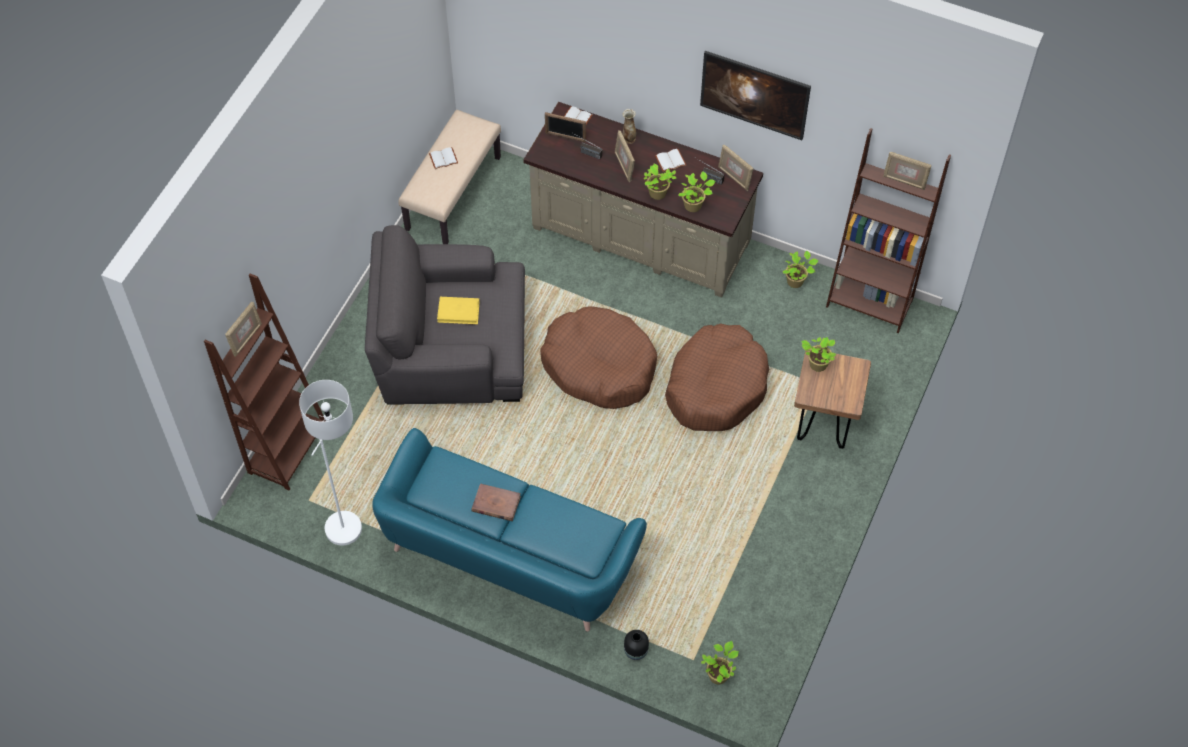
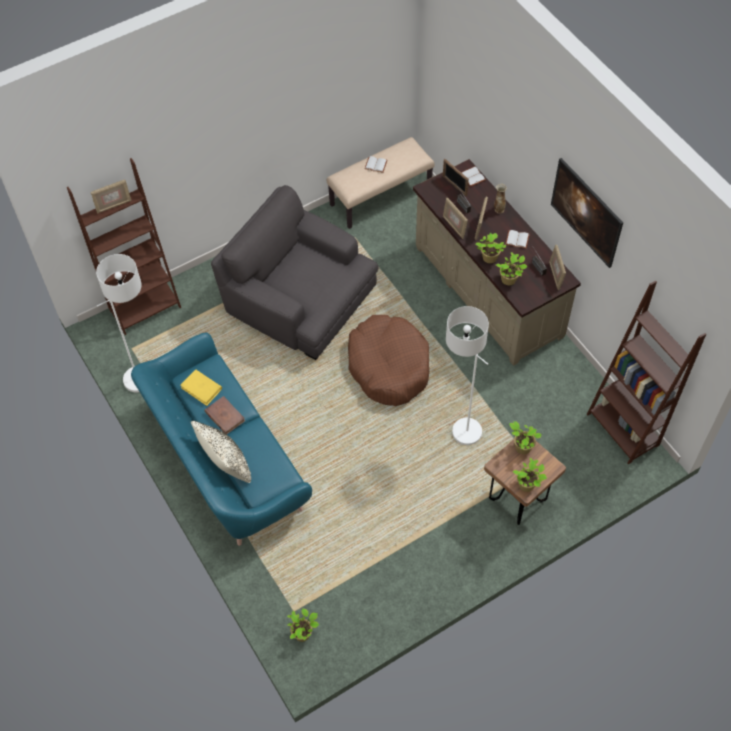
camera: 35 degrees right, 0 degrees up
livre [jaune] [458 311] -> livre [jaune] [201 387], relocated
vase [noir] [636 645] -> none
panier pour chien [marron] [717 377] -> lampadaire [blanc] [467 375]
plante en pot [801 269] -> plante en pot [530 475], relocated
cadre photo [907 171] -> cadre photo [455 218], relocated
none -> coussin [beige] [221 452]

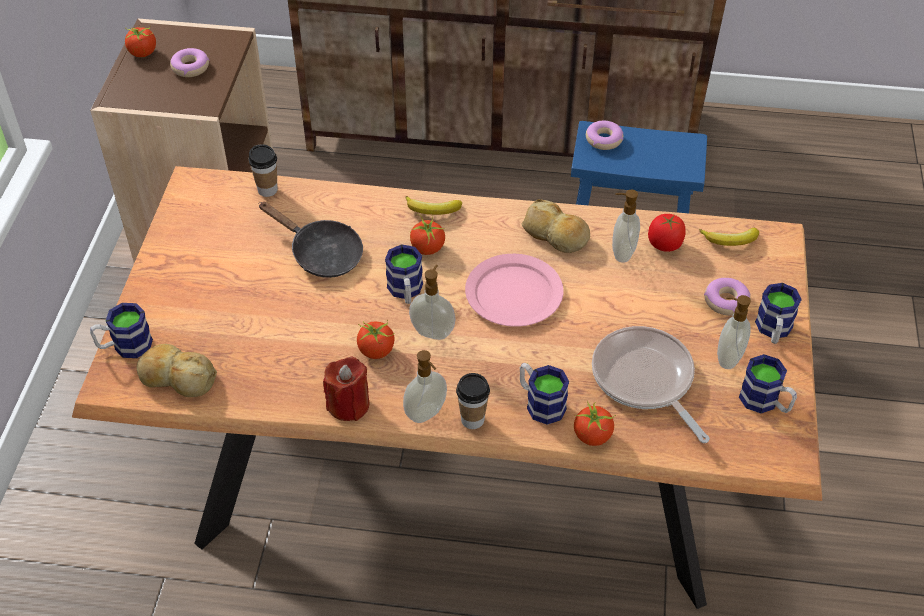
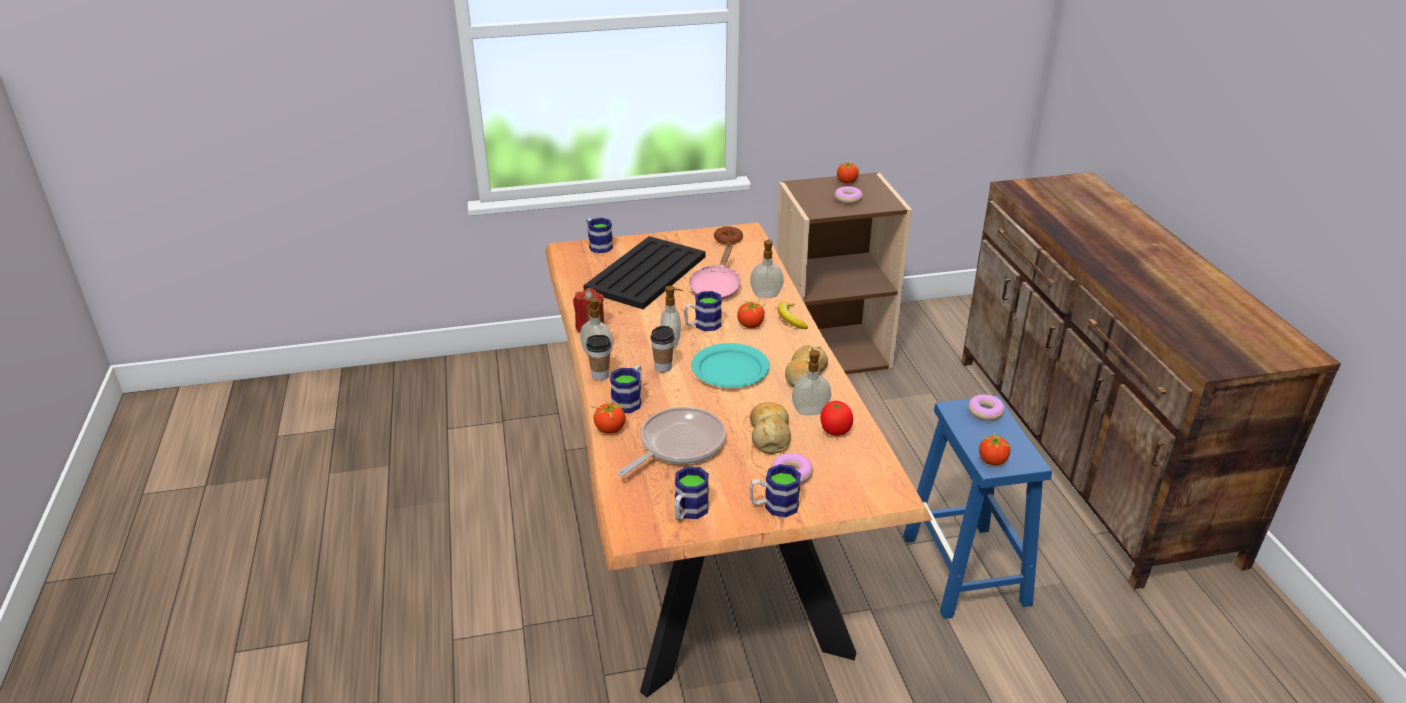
camera: 70 degrees right, 15 degrees down
pain [177 370] -> pain [770 428], relocated
tasse [263 170] -> tasse [662 349], relocated
poêle [noir] [310 240] -> poêle [rose] [715 272]
tomate [376 339] -> tomate [996 449], relocated
assiette [rose] [514 290] -> assiette [turquoise] [730 365]
banane [729 237] -> none
distributeur de savon [734 332] -> distributeur de savon [767 268], relocated
none -> plateau [noir] [644 272]
none -> beignet [728 235]

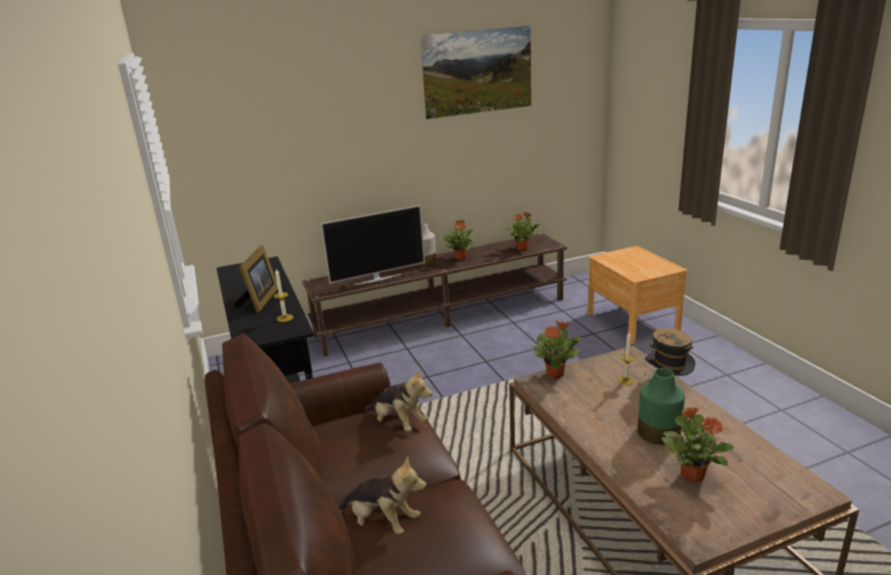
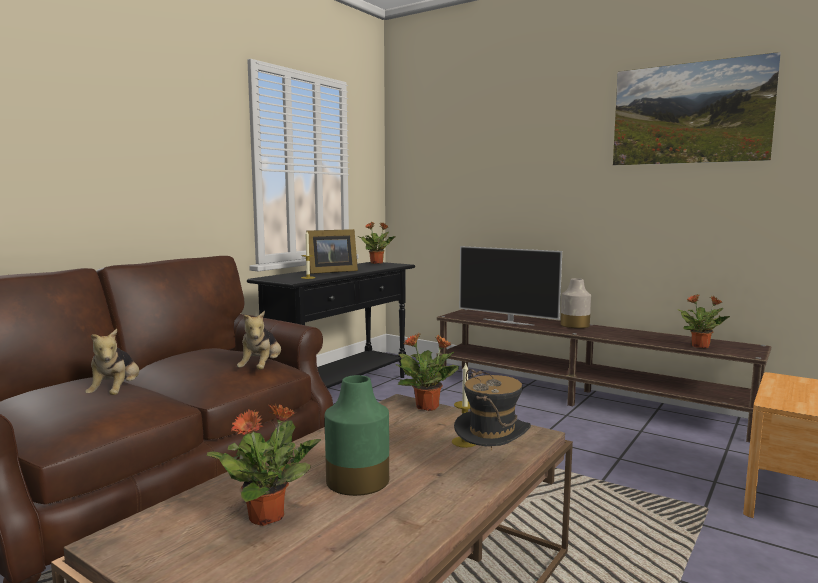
camera: 55 degrees right, 15 degrees down
plante en pot [459 240] -> plante en pot [377 243], relocated

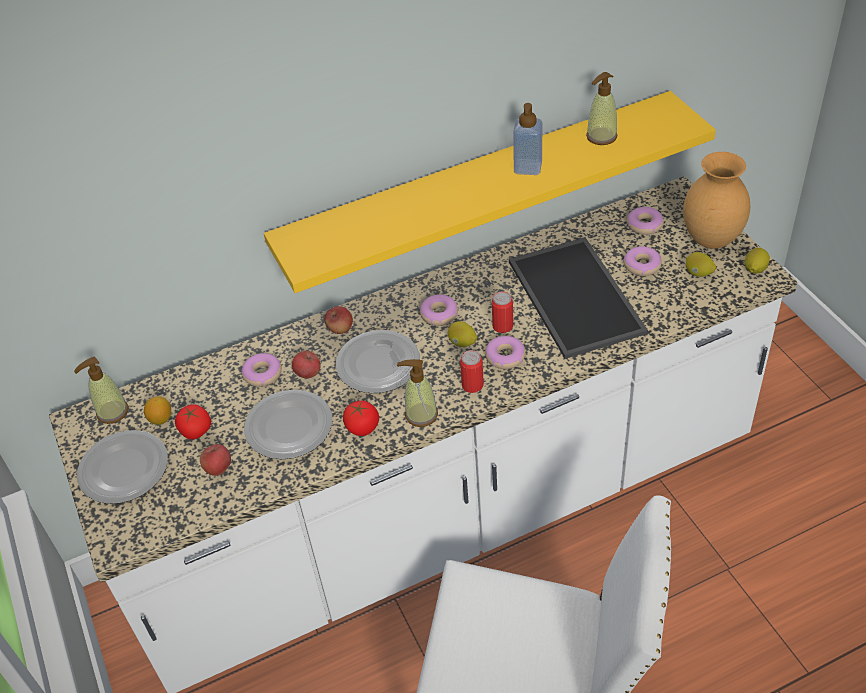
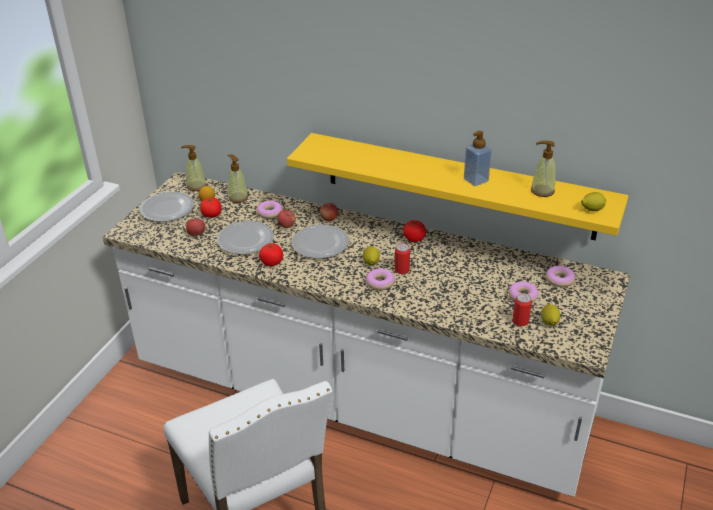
camera: 45 degrees right, 10 degrees down
distributeur de savon [417 393] -> distributeur de savon [238 178], relocated
beignet [439 310] -> none
boîte métallique [472 371] -> boîte métallique [522 309], relocated
plateau [578 298] -> none
vase [marron] [716 200] -> none
citron [757 261] -> citron [593 201], relocated
none -> tomate [414 231]

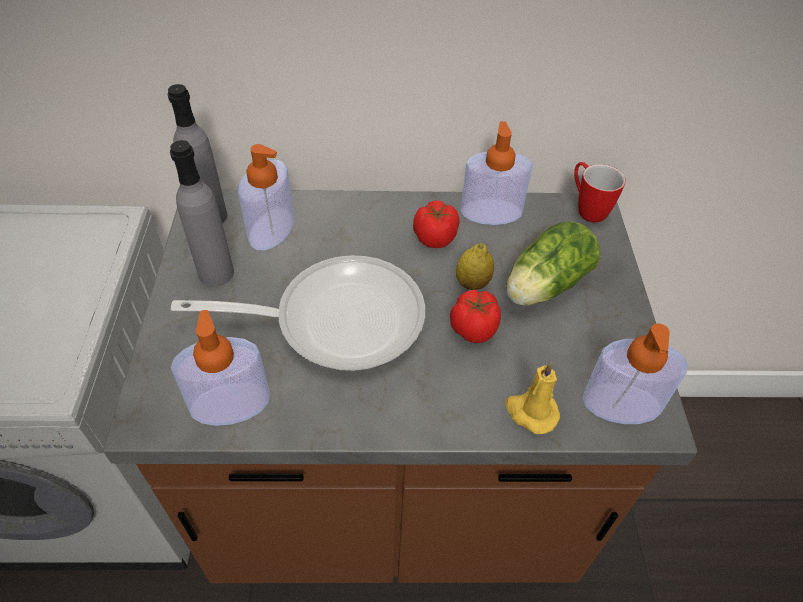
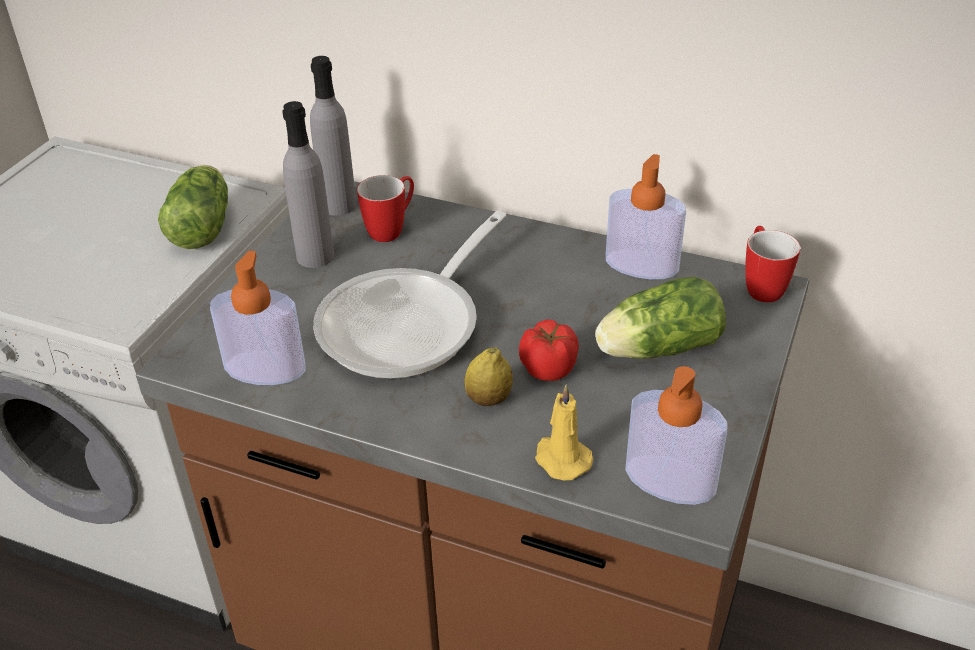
camera: 25 degrees right, 10 degrees down
poêle [298 313] -> poêle [410 294], 105 degrees clockwise
distributeur de savon [266 197] -> mug [385 208]
tomate [436 224] -> none
citron [475 266] -> citron [489 376], relocated
none -> laitue [193 207]

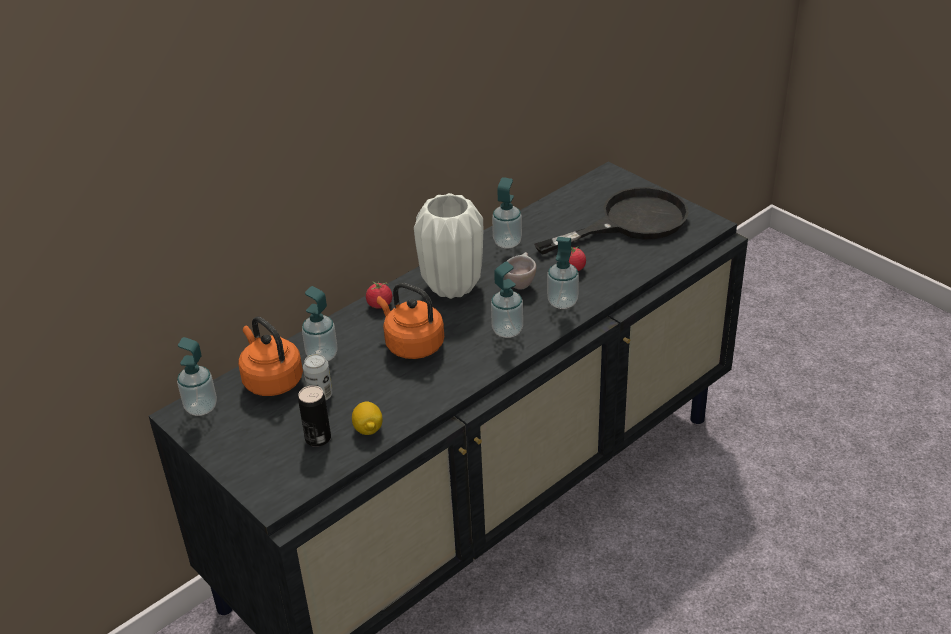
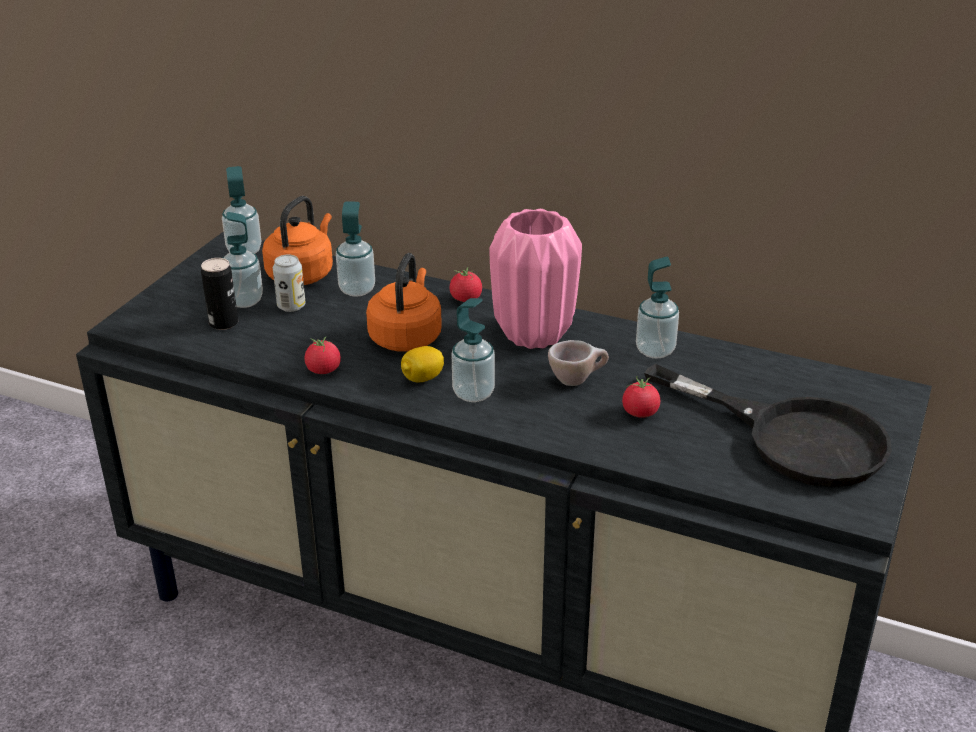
camera: 65 degrees right, 5 degrees down
citron [367 418] -> citron [422 364], relocated
vase [blanc] [448 246] -> vase [rose] [535 279]
distributeur de savon [563 273] -> distributeur de savon [243 260], relocated
none -> tomate [322 355]

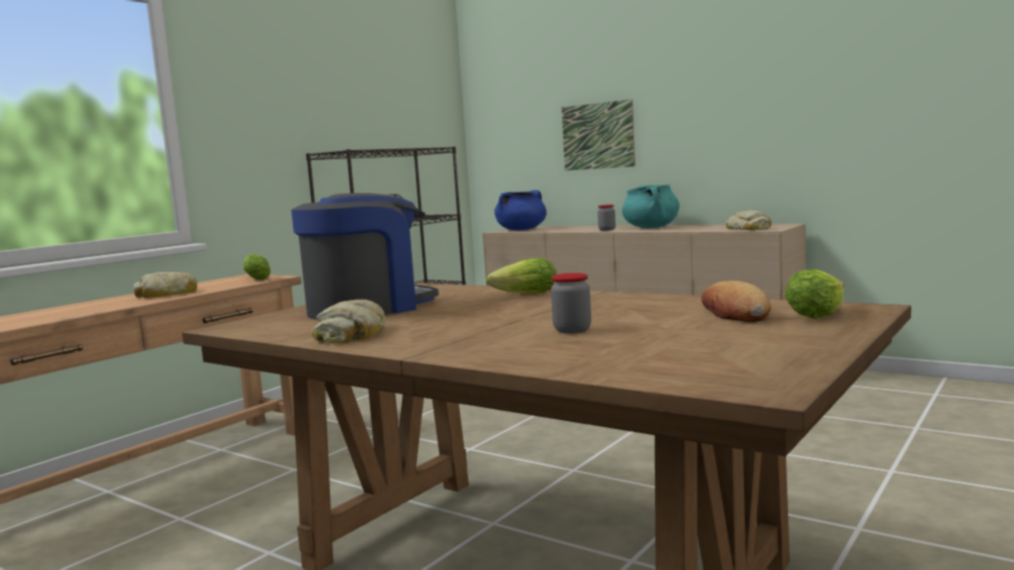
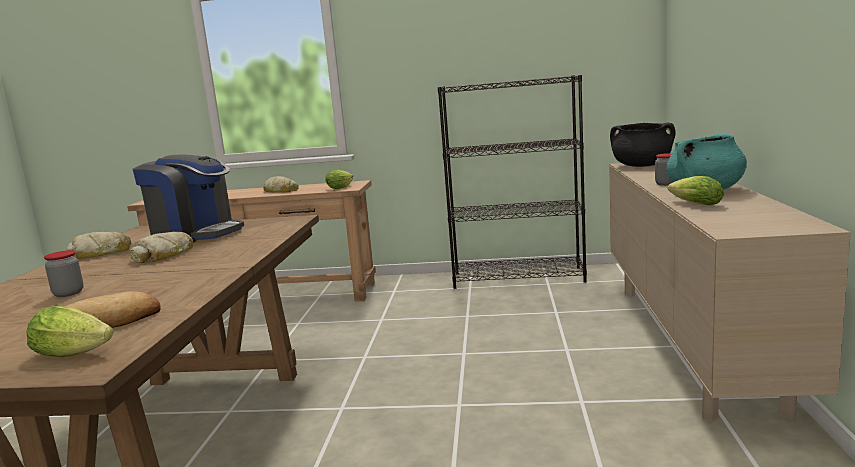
camera: 60 degrees right, 5 degrees up
laitue [521 275] -> laitue [696 190], relocated
marmite [bleu] [520 210] -> marmite [noir] [643 144]
tableau [598 135] -> none
pain [748 220] -> pain [161 247], relocated

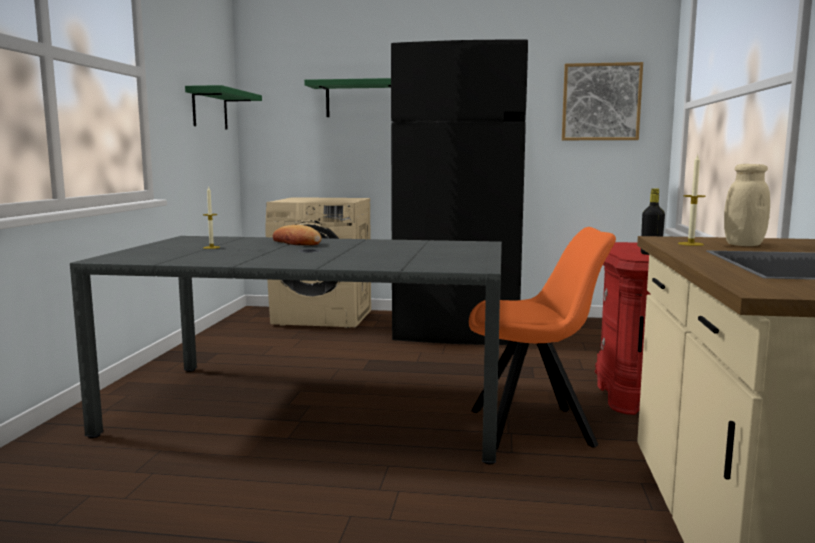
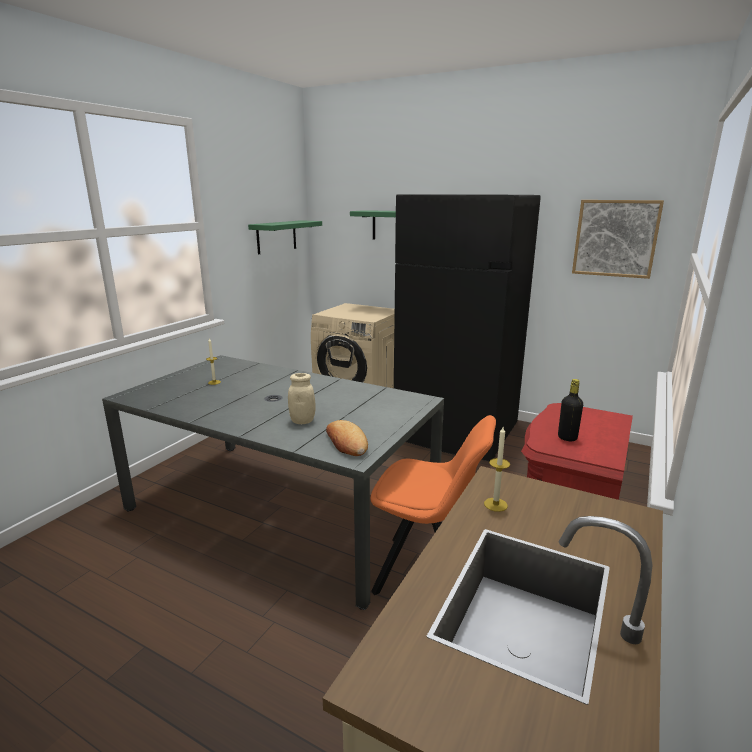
camera: 20 degrees right, 10 degrees up
pain [297 235] -> pain [347 438], relocated
bocal [beige] [747 205] -> bocal [beige] [302 398], relocated

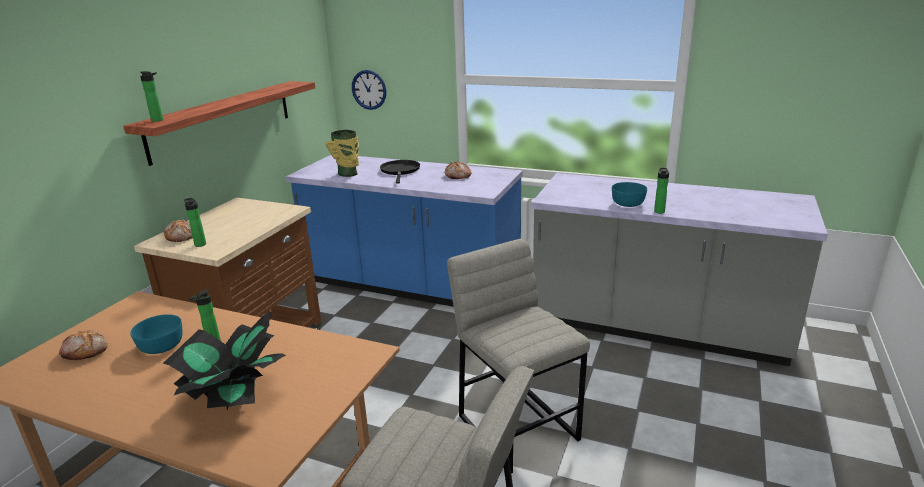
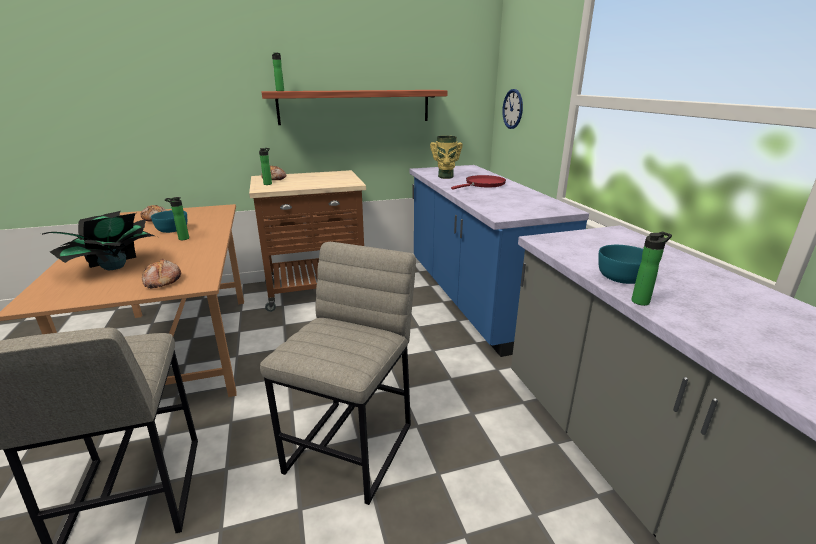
camera: 50 degrees right, 0 degrees up
poêle [noir] [400 172] -> poêle [rouge] [478 182]
pain [458 170] -> pain [161 274], relocated

